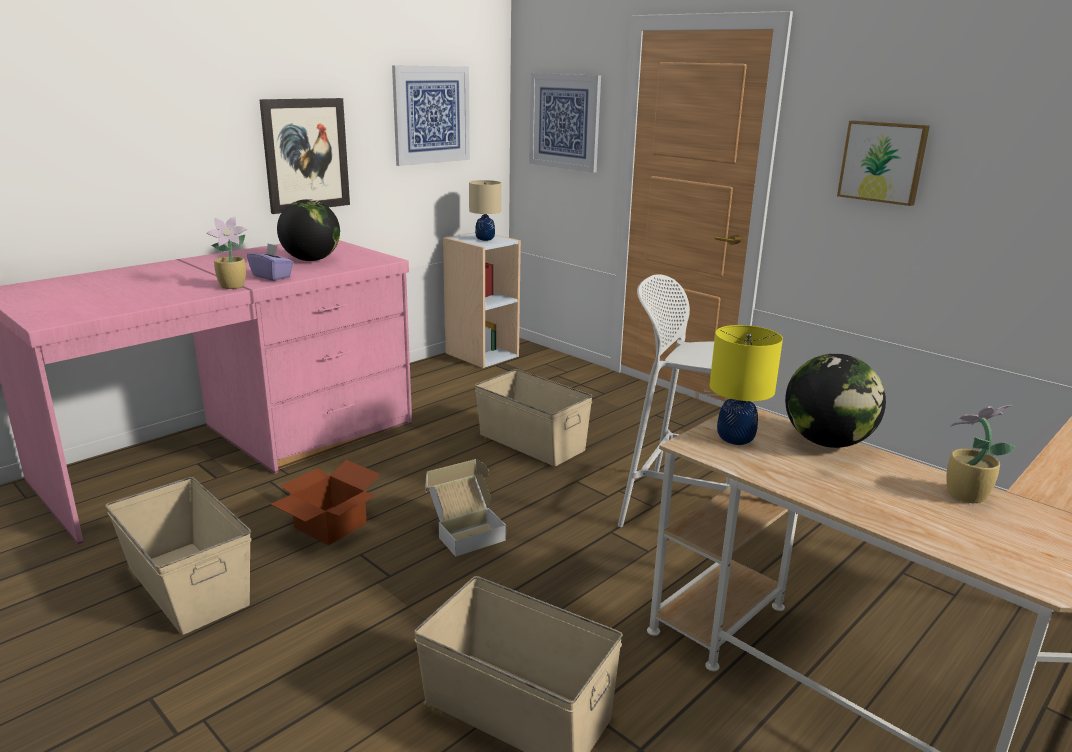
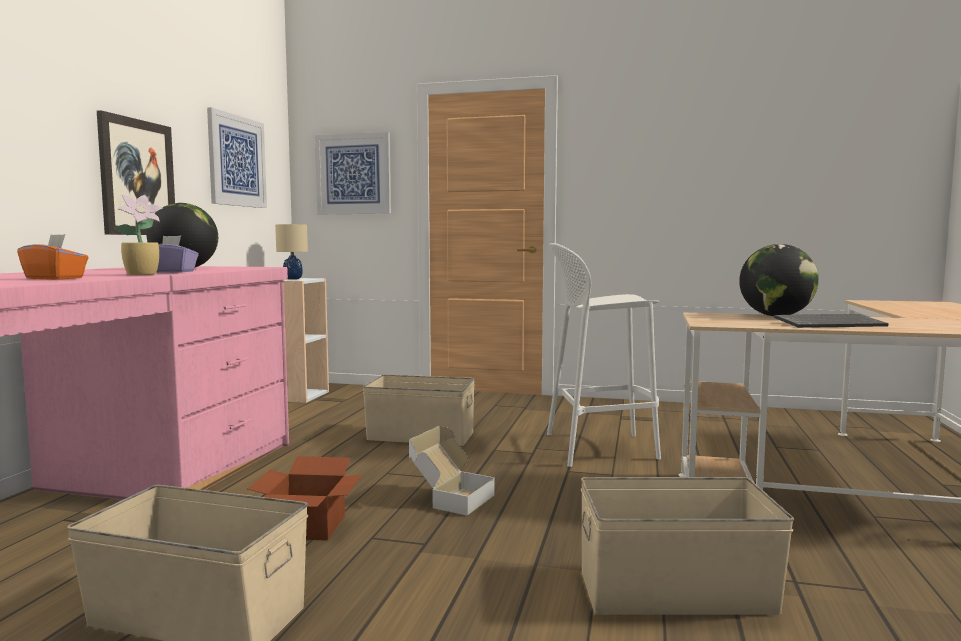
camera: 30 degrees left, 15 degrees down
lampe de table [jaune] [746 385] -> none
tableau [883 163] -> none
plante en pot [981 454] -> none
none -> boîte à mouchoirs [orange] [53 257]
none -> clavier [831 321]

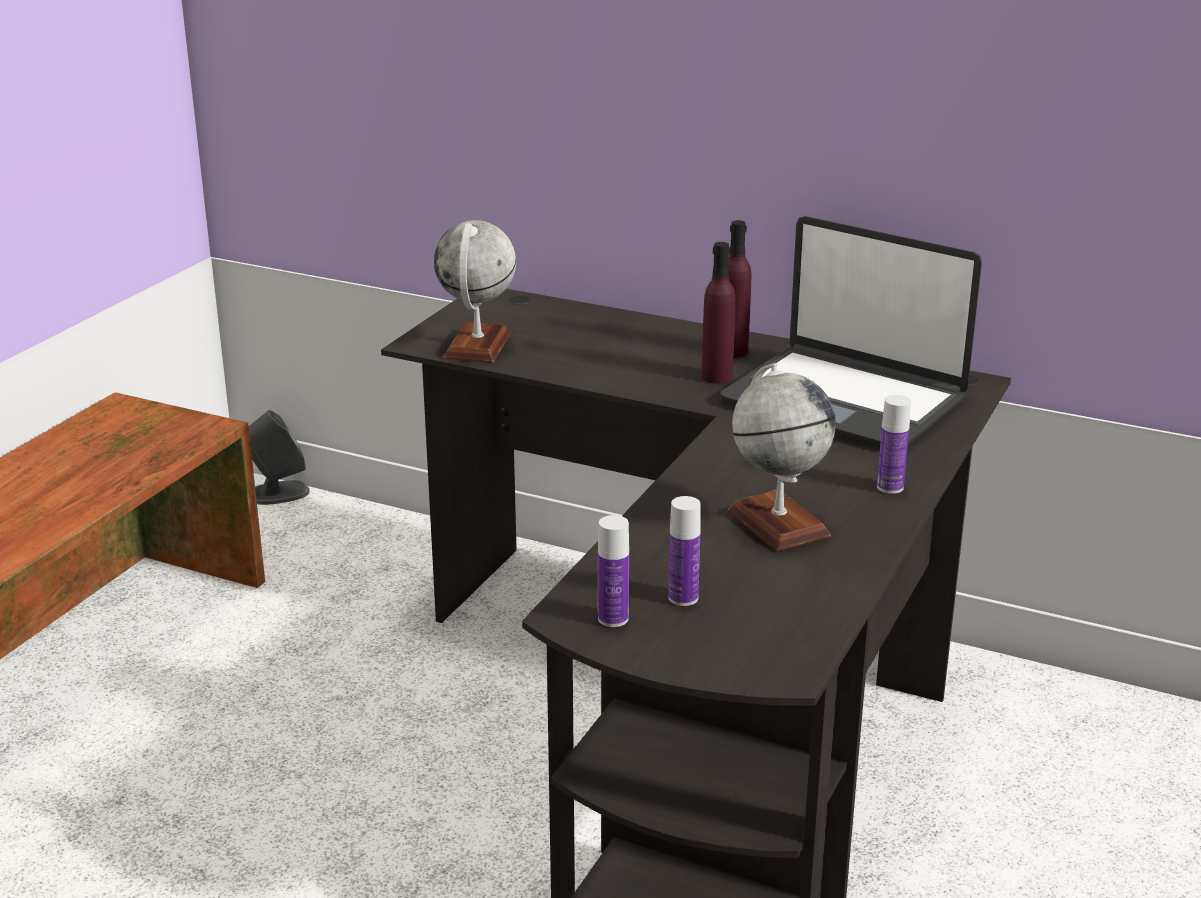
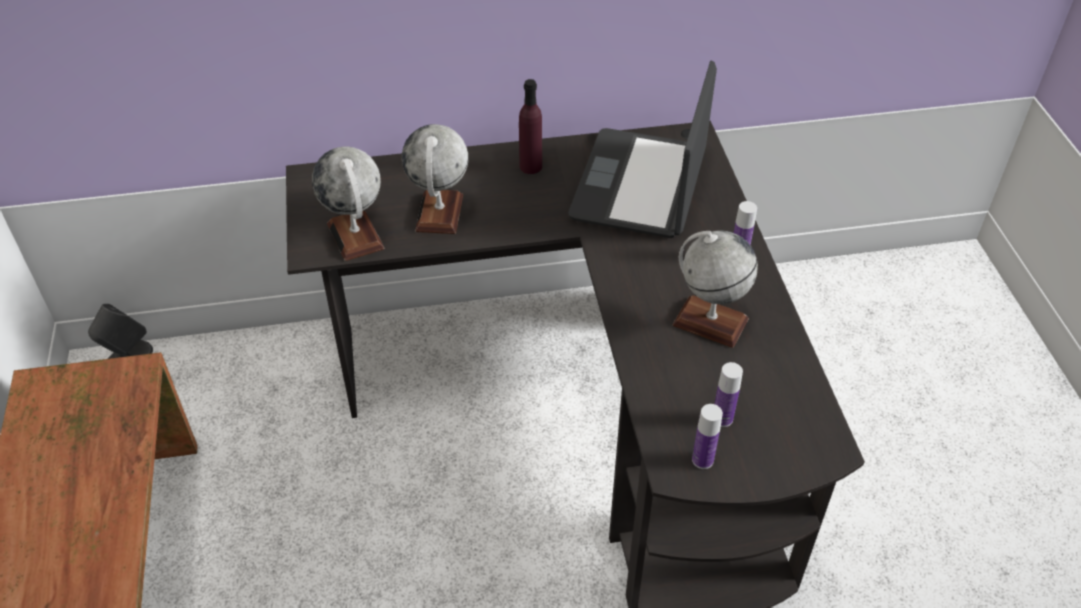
camera: 35 degrees left, 20 degrees up
bouteille [violet] [718 313] -> none
ordinateur portable [851 331] -> ordinateur portable [642 149], 105 degrees clockwise
none -> globe [435 179]

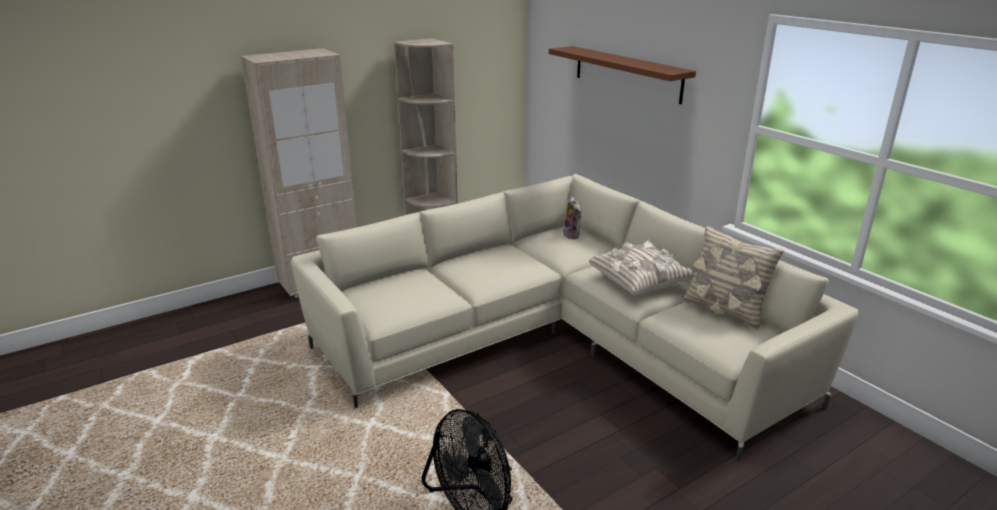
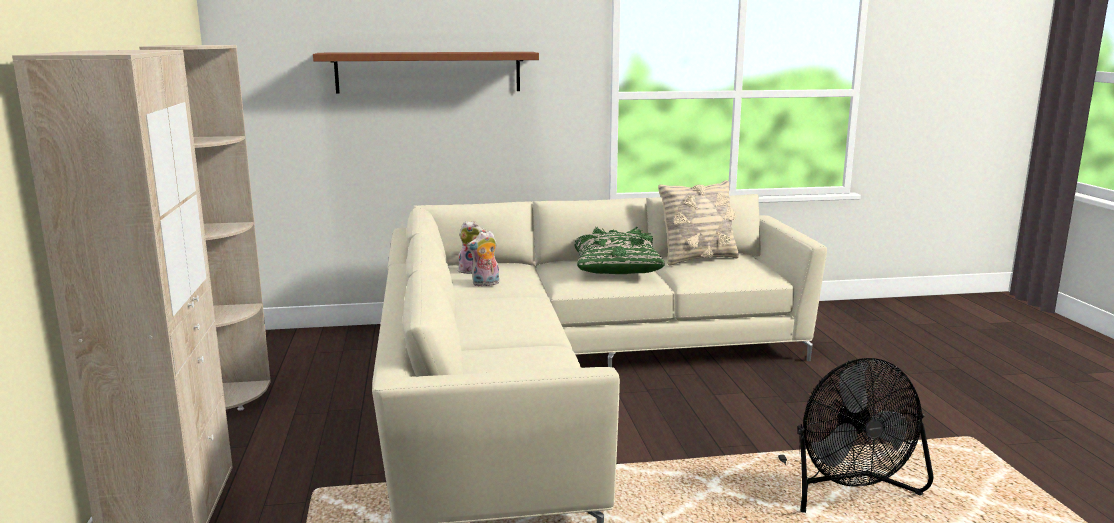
camera: 65 degrees left, 10 degrees down
coussin [beige] [642 267] -> coussin [vert] [619 250]
none -> peluche [483 258]

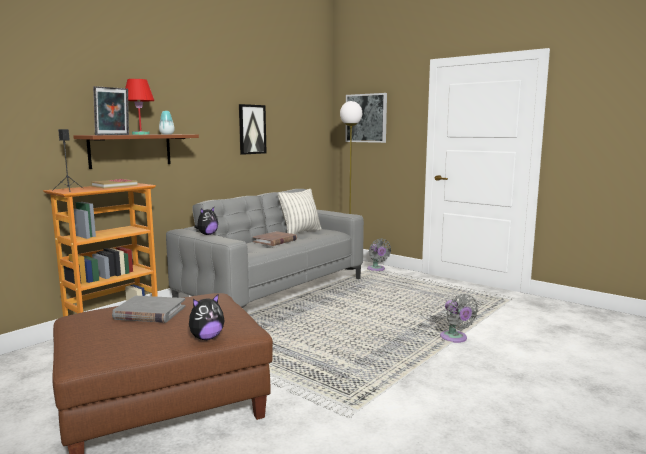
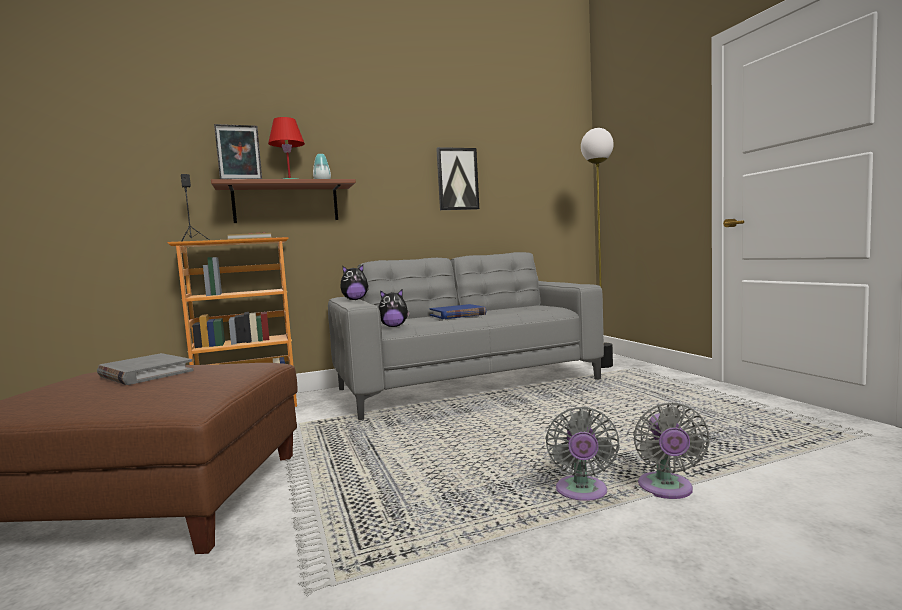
camera: 30 degrees right, 5 degrees down
peluche [207 317] -> peluche [394 308], relocated
livre [marron] [275 238] -> livre [bleu] [457 311]
coussin [300 211] -> none
tableau [366 118] -> none
ventilateur [gris] [379 254] -> ventilateur [gris] [582 454], relocated

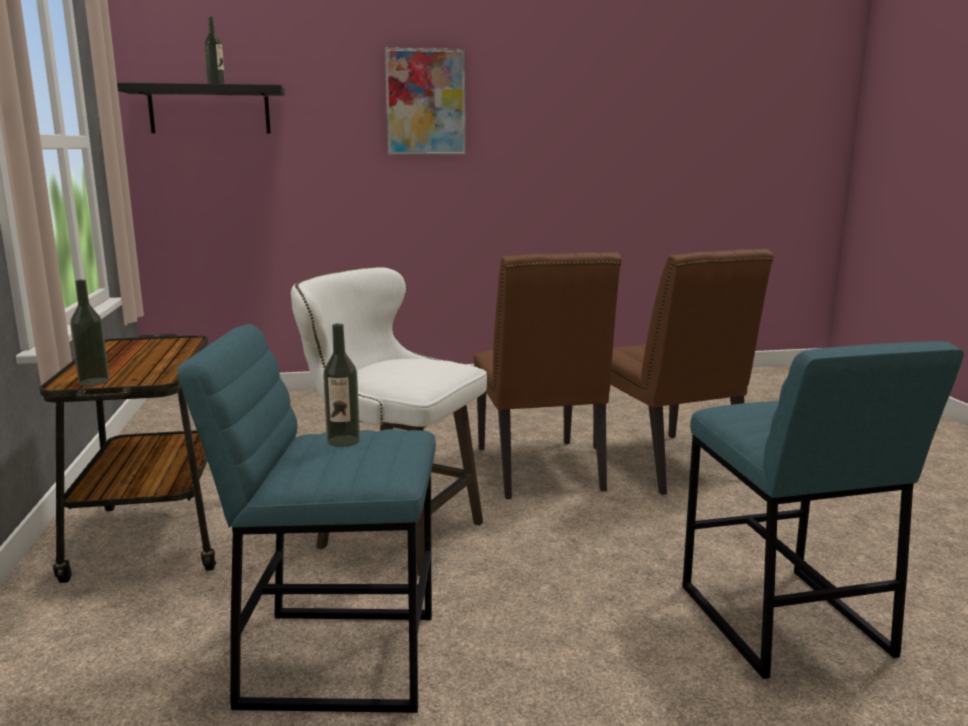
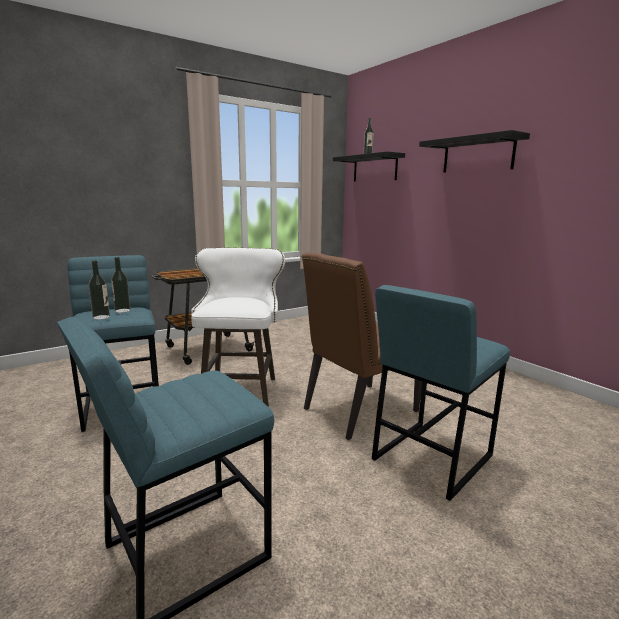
camera: 65 degrees right, 0 degrees up
bouteille [89 333] -> bouteille [99 290], relocated
tableau [425 101] -> étagère [noir] [474 151]
chaise [marron] [683 372] -> tabouret [bleu] [441 393]

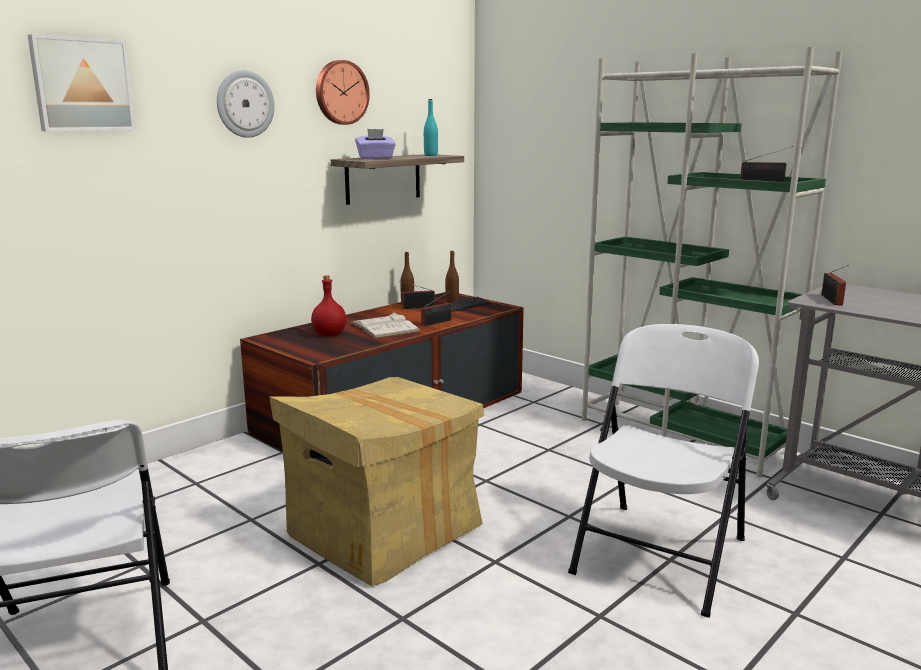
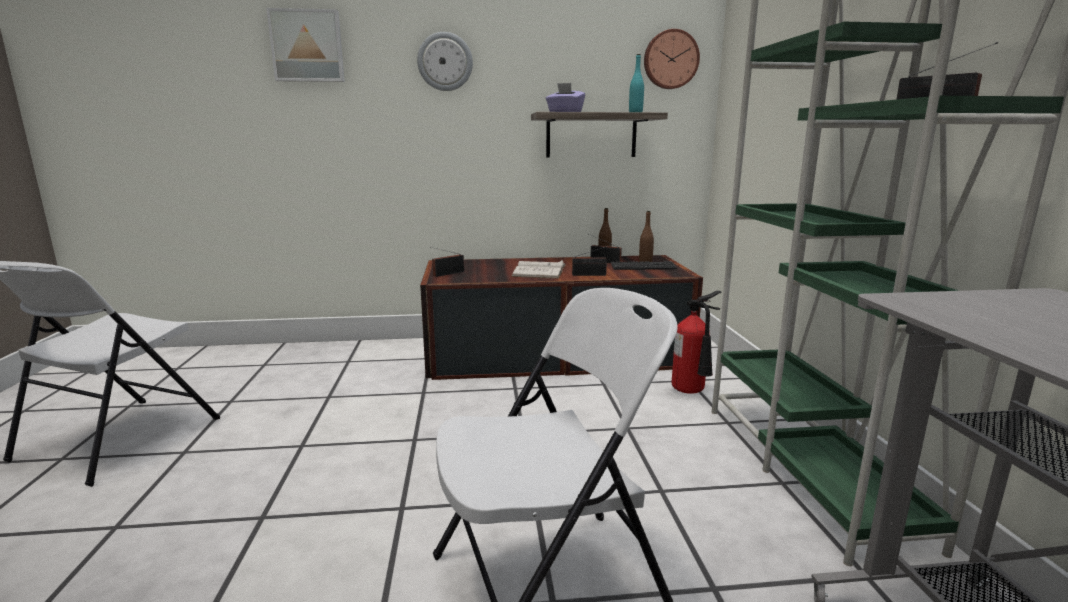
camera: 40 degrees right, 0 degrees up
carton [376 481] -> none
bouteille [rouge] [328 305] -> none
horloge murale [343 92] -> horloge murale [672 59], relocated
radio [835 285] -> radio [447 262], relocated
none -> extincteur [697 342]

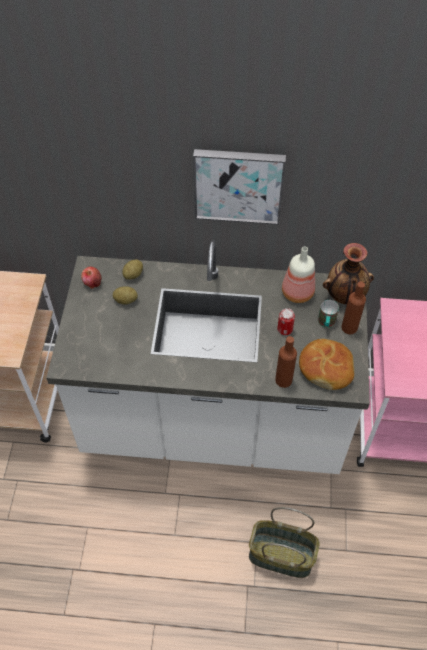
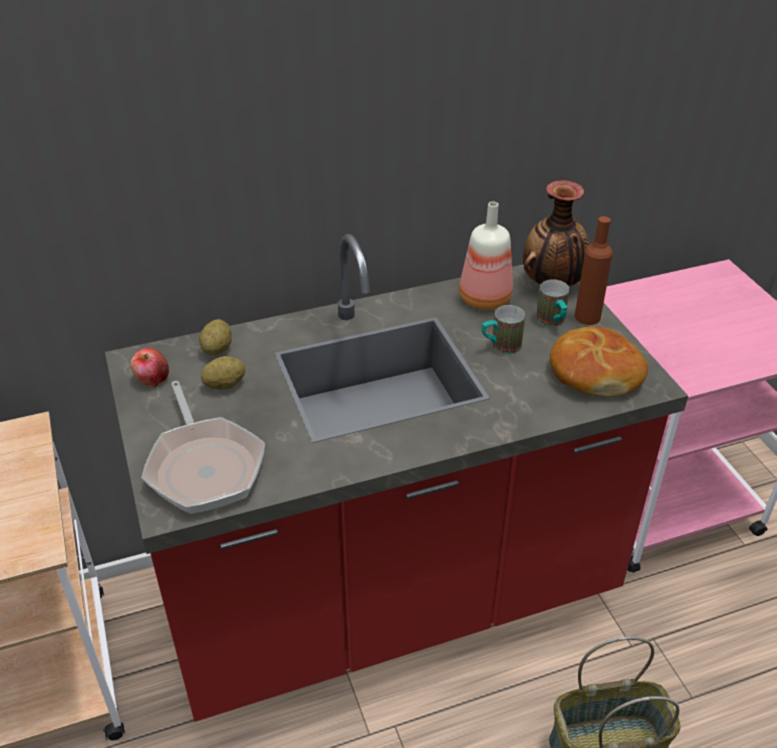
camera: 25 degrees left, 15 degrees down
comptoir de cuisine [blanc] [208 357] -> comptoir de cuisine [rouge] [396 478]
tableau [239 187] -> none
bouteille [marron] [286 362] -> none
boîte métallique [286 321] -> mug [503 329]
none -> poêle [203 447]

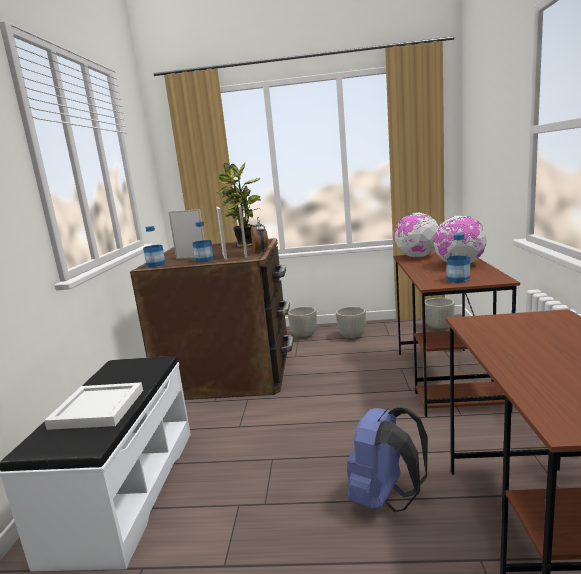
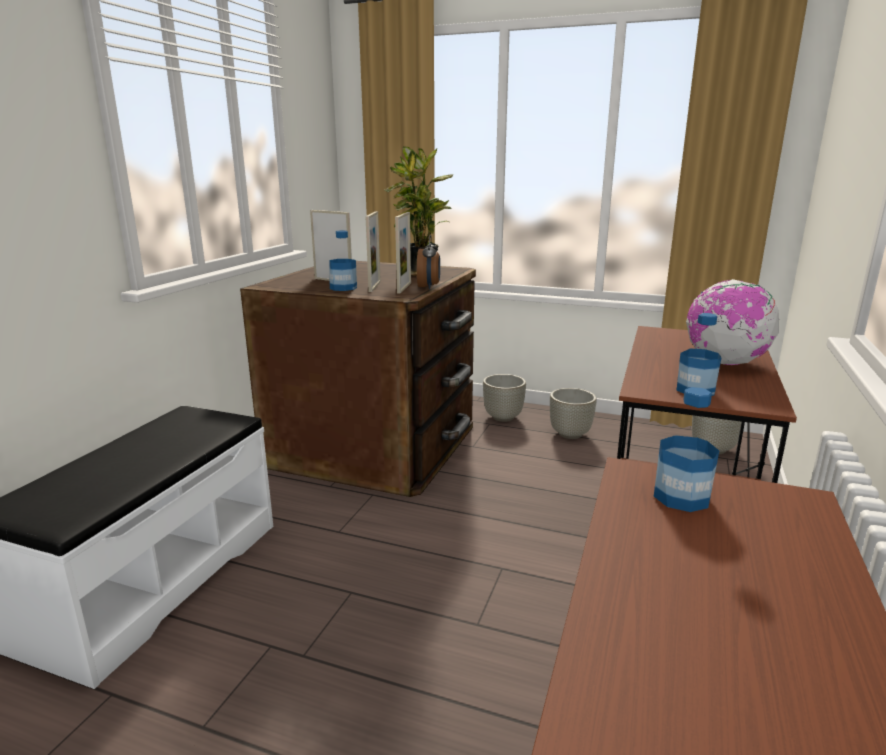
camera: 15 degrees right, 5 degrees up
plateau [blanc] [93 406] -> none
bouteille [154 246] -> bouteille [686 449], relocated
sac à dos [bleu] [387 459] -> none
globe [416 235] -> none

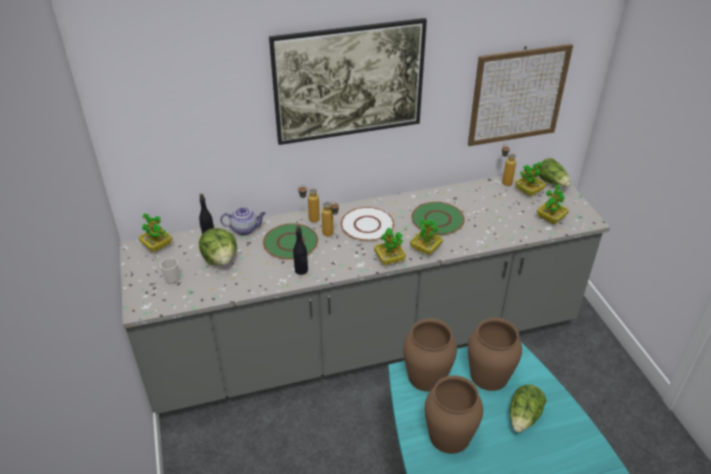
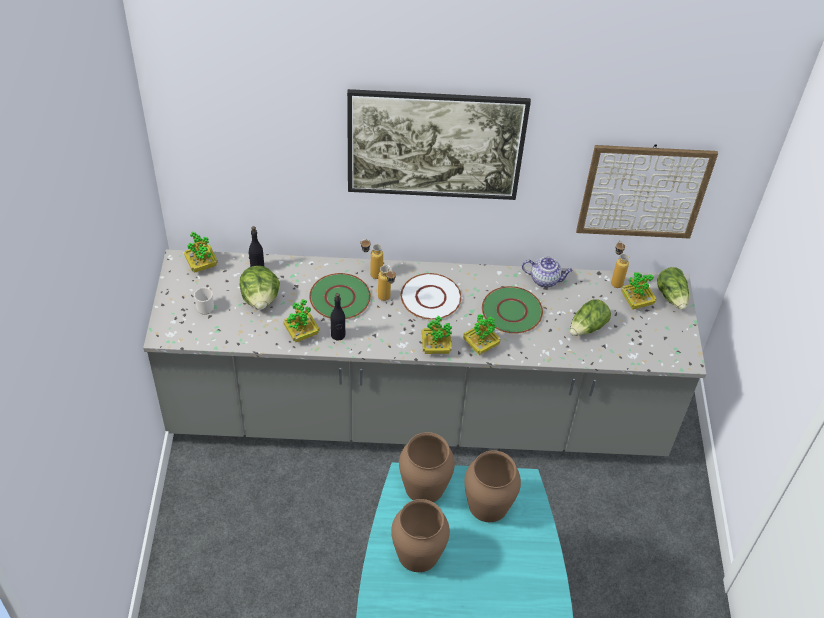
camera: 15 degrees right, 10 degrees up
théière [243 221] -> théière [547 272], relocated
laitue [528 408] -> laitue [590 318], relocated
plante en pot [553 204] -> plante en pot [301 320], relocated

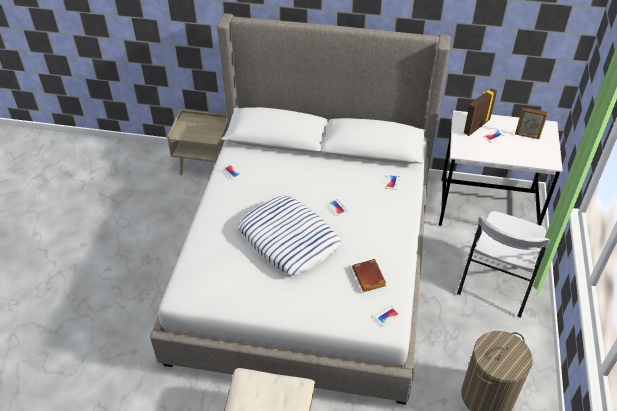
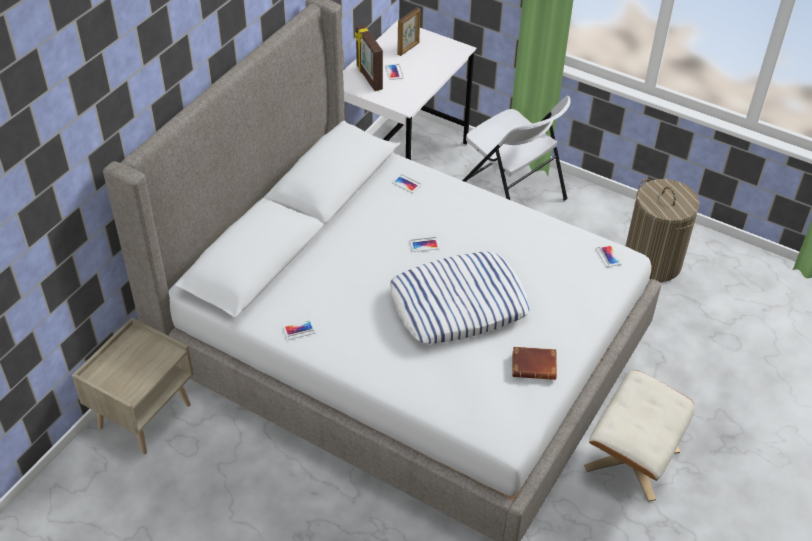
camera: 70 degrees left, 0 degrees up
livre [marron] [369 275] -> livre [marron] [534 363], relocated

